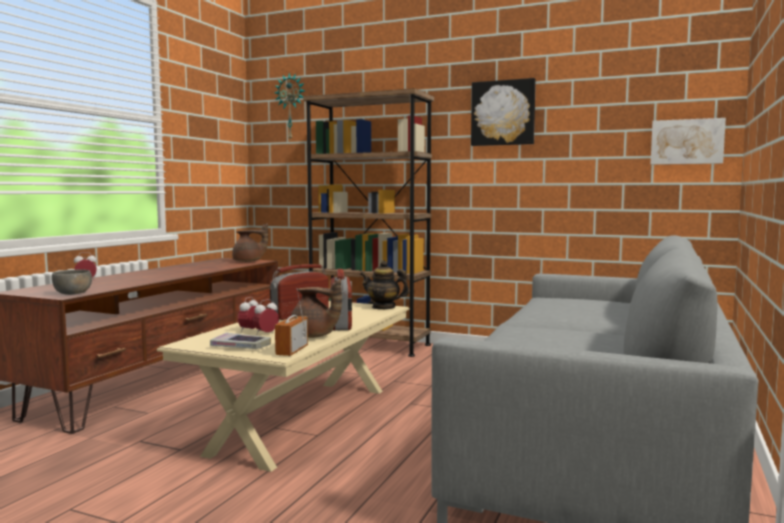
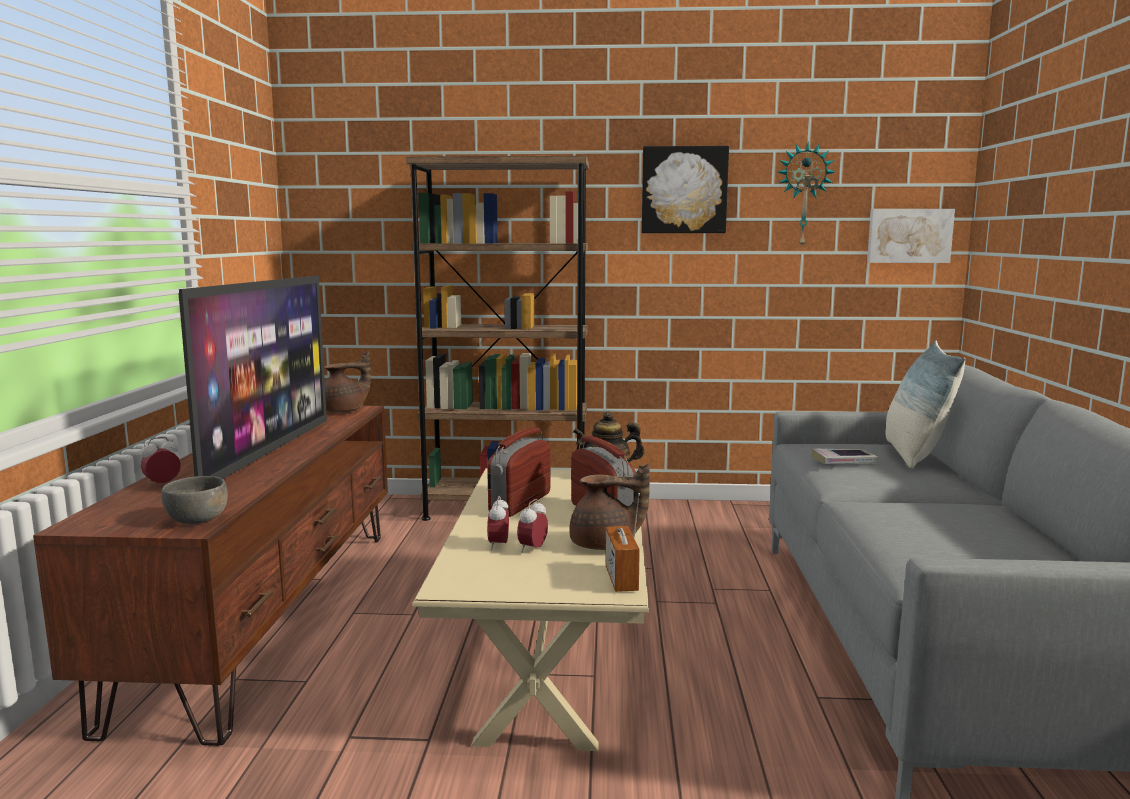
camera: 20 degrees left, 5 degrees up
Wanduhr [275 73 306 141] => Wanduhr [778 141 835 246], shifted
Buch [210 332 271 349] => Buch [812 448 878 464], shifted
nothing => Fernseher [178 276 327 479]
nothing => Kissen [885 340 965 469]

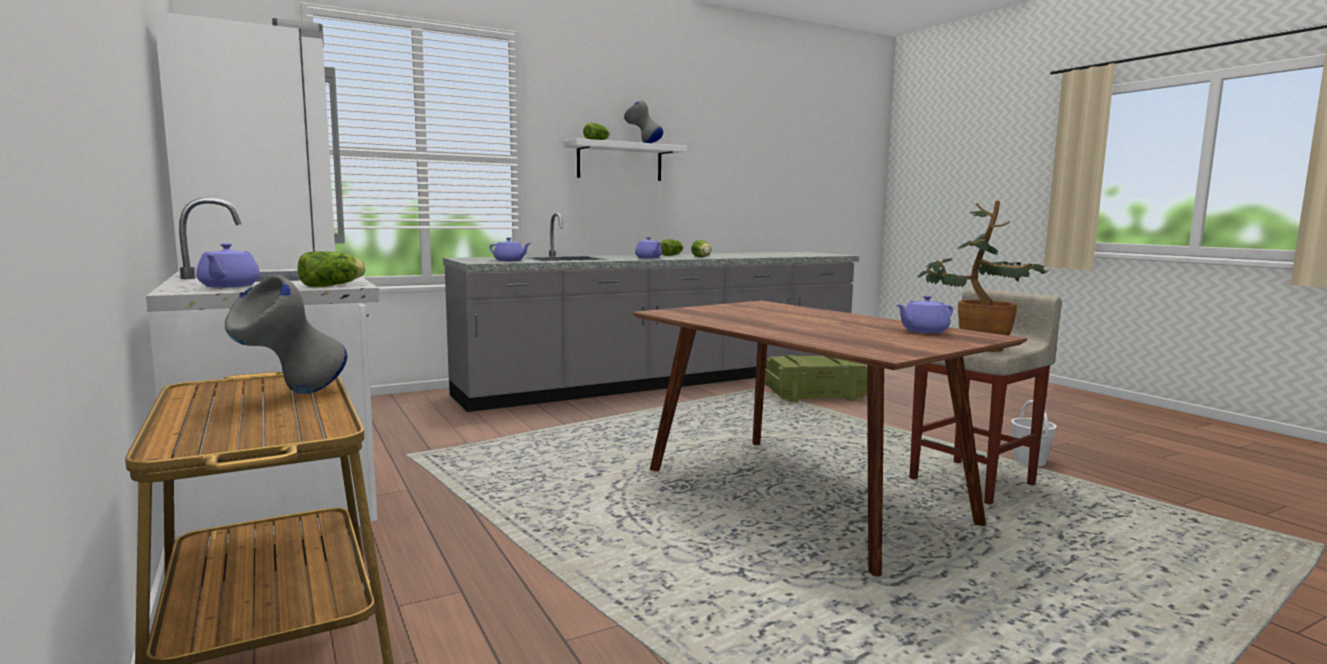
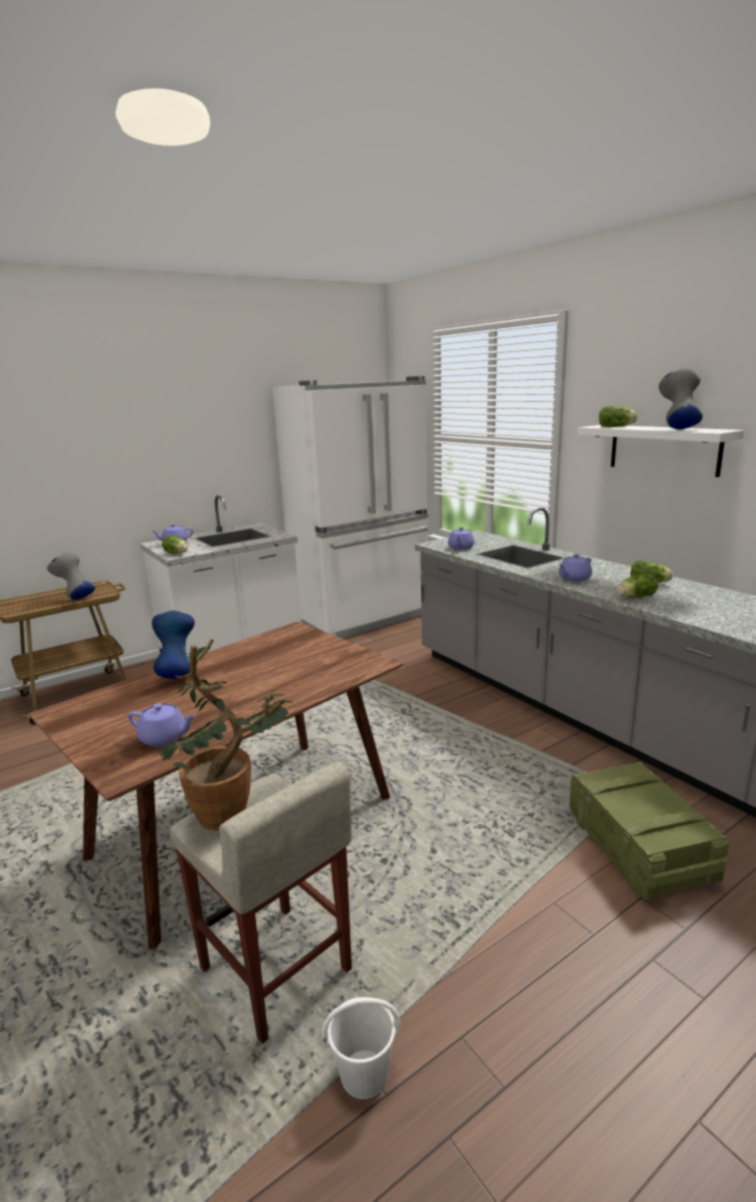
camera: 85 degrees right, 10 degrees up
Teekanne [lila] [897 295 953 333] => Teekanne [lila] [128 703 196 747], 135 degrees clockwise
nothing => Vase [blau] [152 610 195 679]

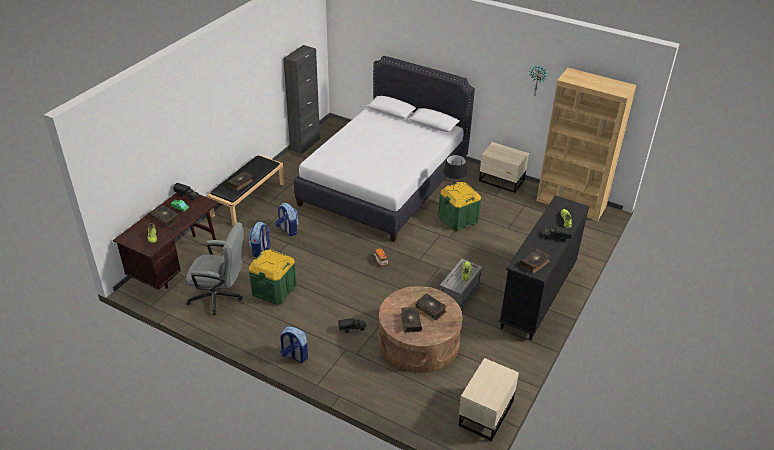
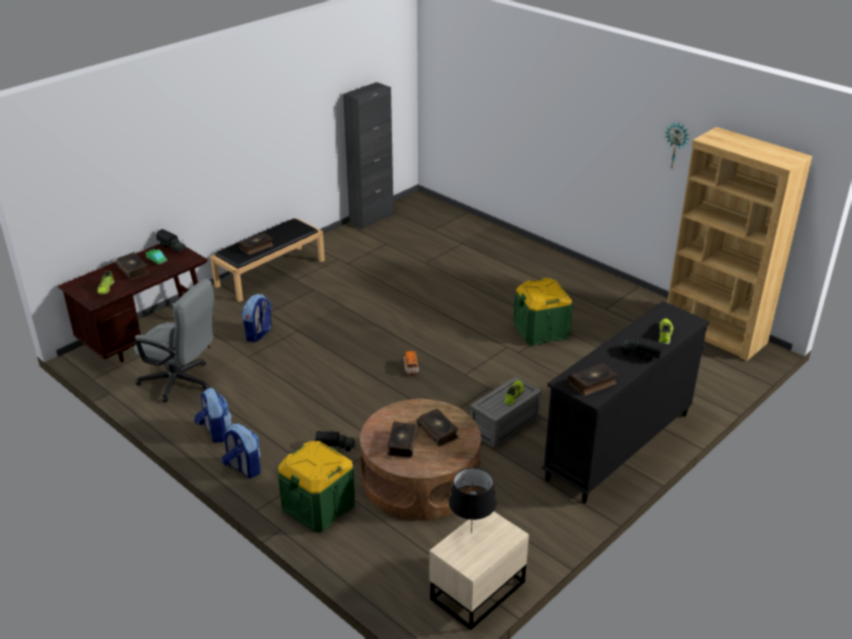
camera: 15 degrees right, 5 degrees down
Bett [weiß] [294 56 475 242] => nothing
Nachttisch [beige] [479 142 529 193] => nothing
Tischlampe [schwarz] [443 155 467 190] => Tischlampe [schwarz] [449 468 496 533], shifted
Rucksack [275 203 299 236] => Rucksack [194 388 232 443], shifted
Aufbewahrungsbox [grün] [249 249 297 305] => Aufbewahrungsbox [grün] [278 441 355 532], shifted

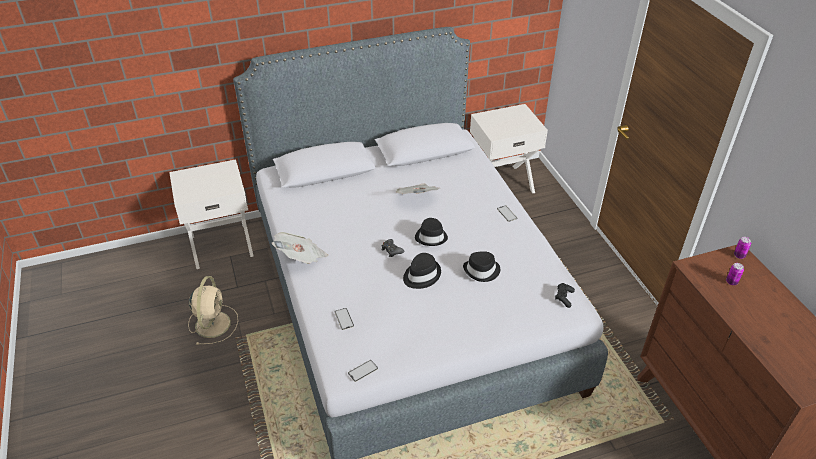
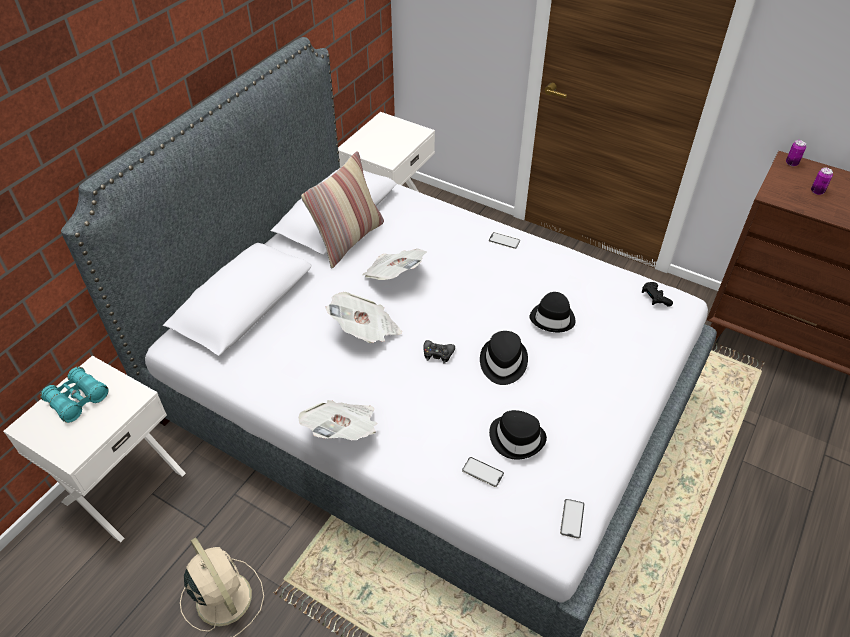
camera: 40 degrees left, 5 degrees up
Hut [schwarz] [415 218 448 246] => Hut [schwarz] [489 410 547 460], shifted
nothing => Kissen [301 151 384 268]
nothing => Zeitung [325 292 402 343]
nothing => Fernglas [türkis] [40 367 109 423]

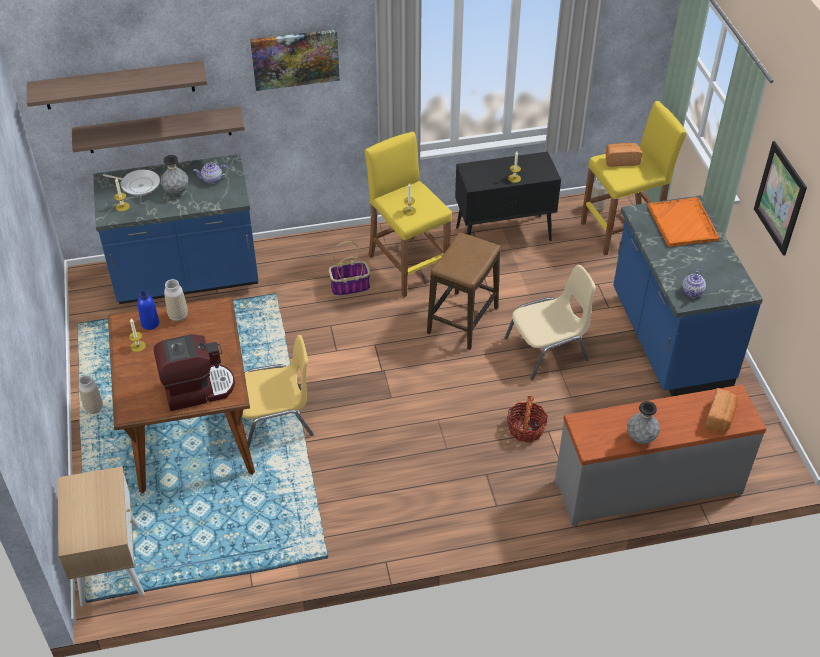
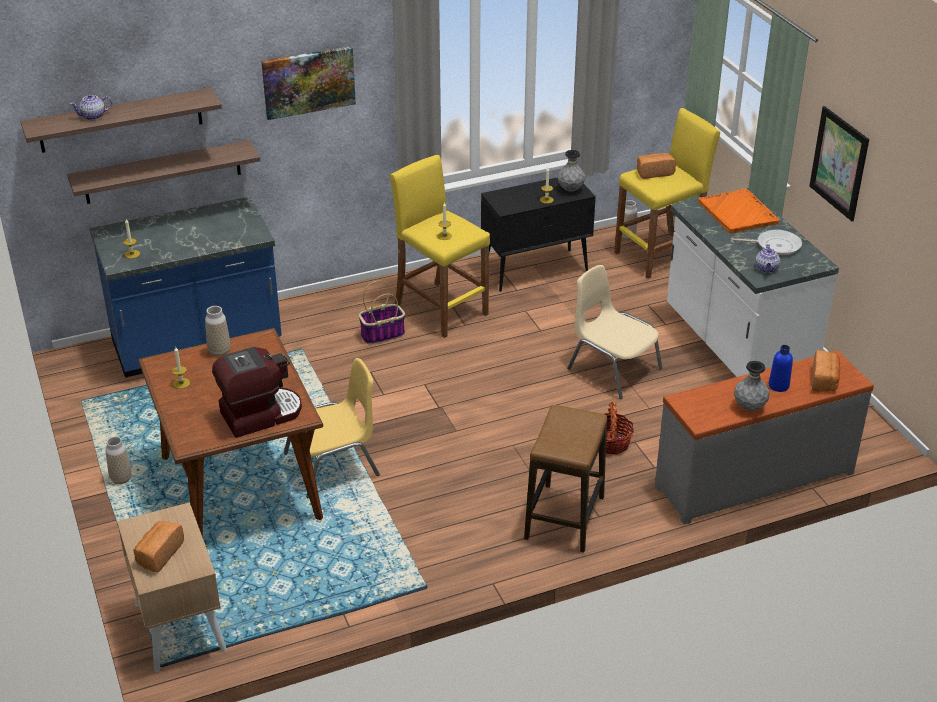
camera: 10 degrees left, 10 degrees down
Vase [grau] [161 155 189 195] => Vase [grau] [558 150 585 192], shifted
Teekanne [193 163 229 184] => Teekanne [70 94 112 120], shifted
Pfanne [103 170 160 196] => Pfanne [732 230 802 255], shifted
Küchenzeile [blau] [613 195 763 396] => Küchenzeile [weiß] [667 188 839 377]
Hocker [427 232 500 350] => Hocker [524 405 608 553], shifted
Stuhl [beige] [504 265 596 380] => Stuhl [beige] [567 265 662 399], 105 degrees counterclockwise
Flasche [blau] [137 291 159 330] => Flasche [blau] [769 345 793 392], shifted
nothing => Brot [133 521 184 573]

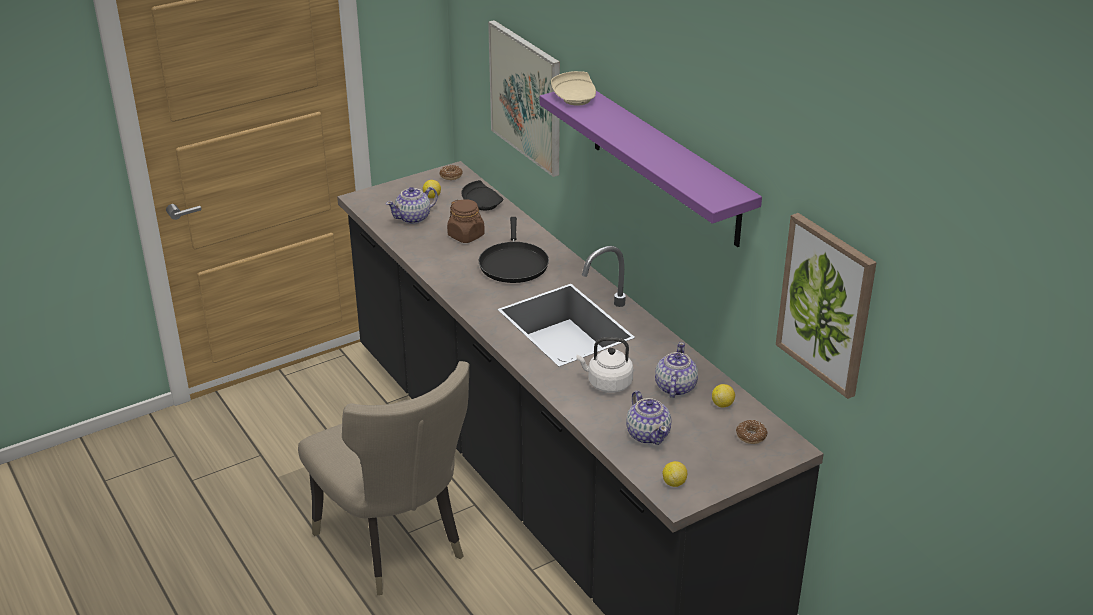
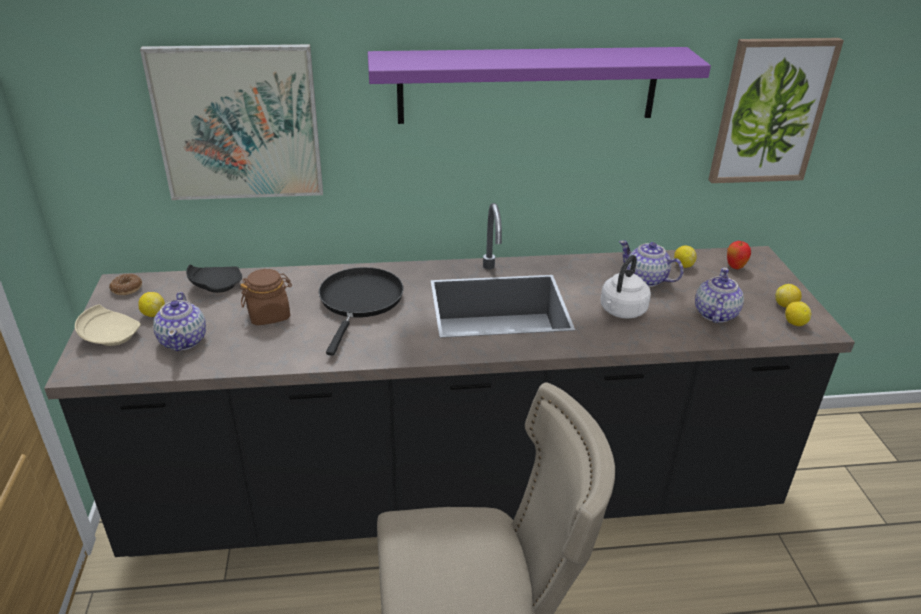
camera: 65 degrees left, 0 degrees up
Teller [beige] [551 71 596 106] => Teller [beige] [75 304 141 346], shifted
Pfanne [schwarz] [478 217 549 283] => Pfanne [schwarz] [319 267 404 356], 105 degrees counterclockwise
Teekanne [626 391 672 445] => Teekanne [695 268 744 323], 75 degrees counterclockwise
Donut [736 420 768 444] => Apfel [727 241 751 269]
nothing => Zitrone [775 284 802 307]

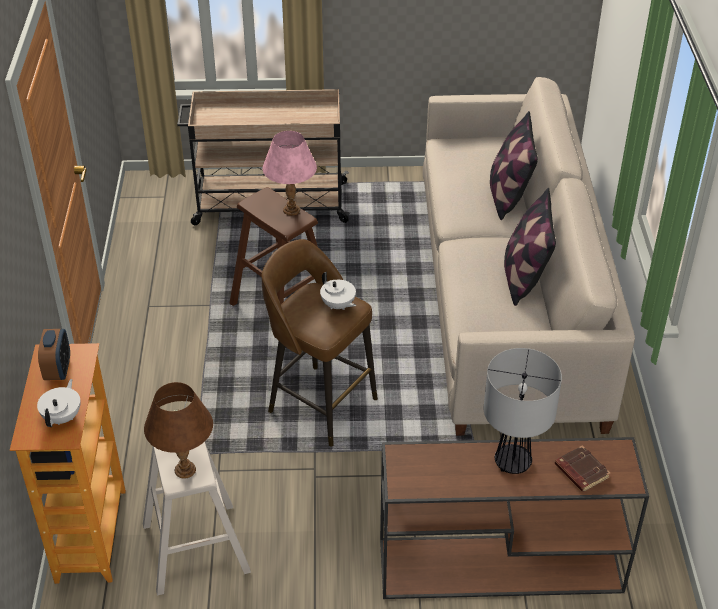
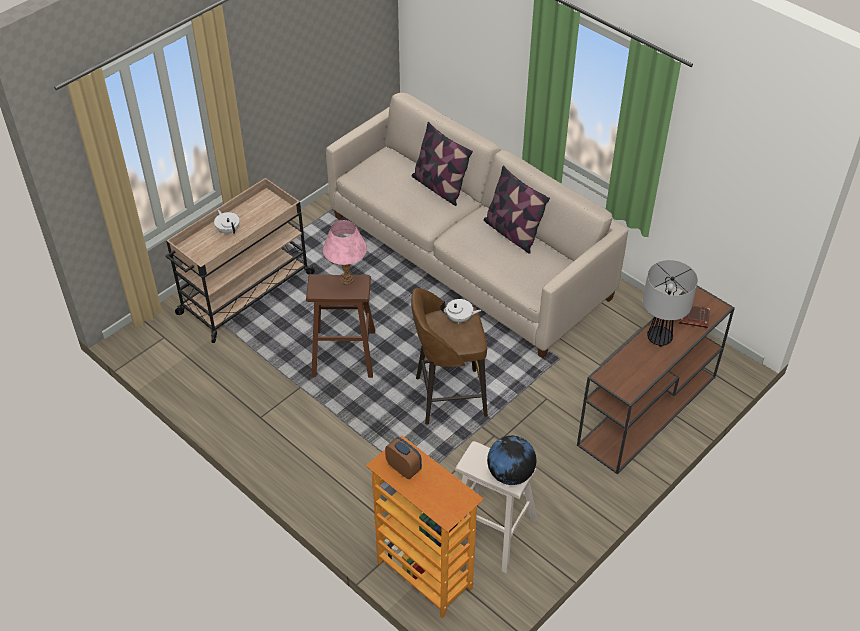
camera: 45 degrees left, 5 degrees up
Teekanne [weiß] [37 379 81 427] => Teekanne [weiß] [214 210 240 234], shifted
Tischlampe [braun] [144 382 213 479] => Globus [487 436 536 485]

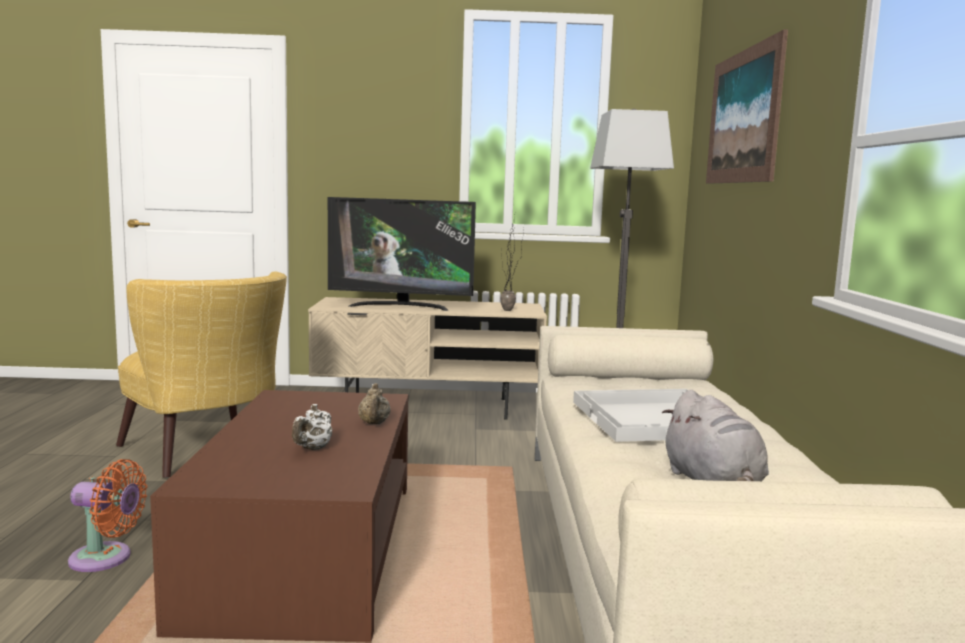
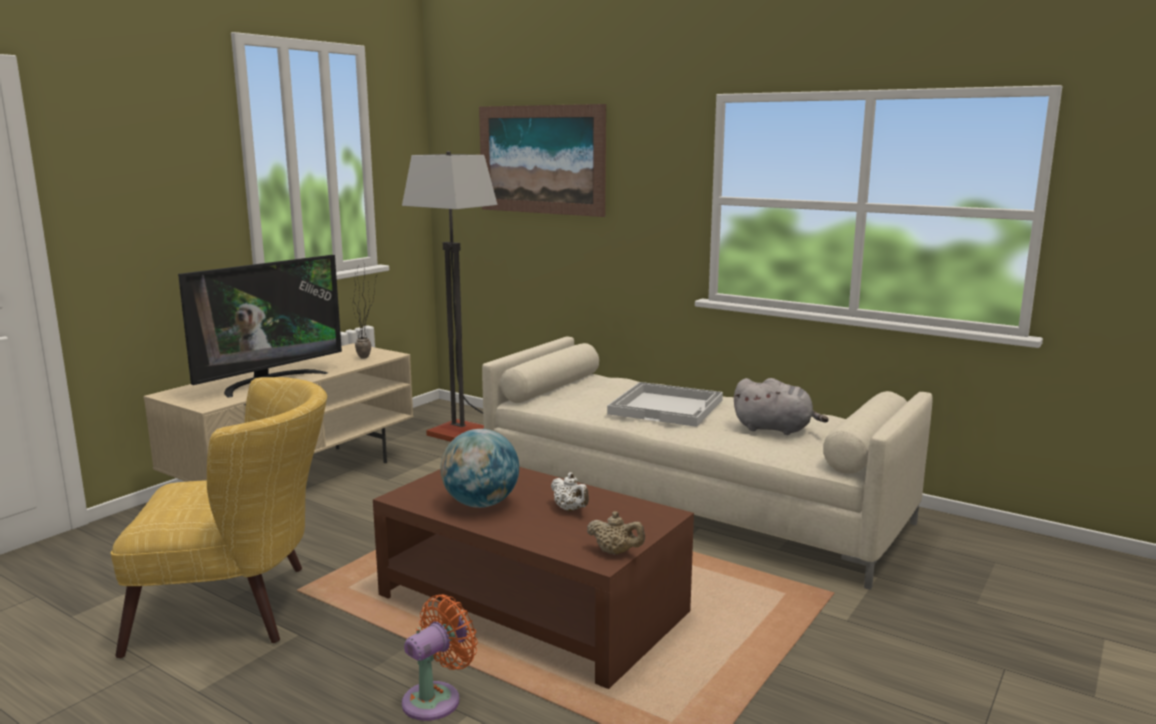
camera: 55 degrees left, 5 degrees up
Teekanne [beige] [358 383 391 424] => Teekanne [beige] [587 511 645 555], shifted
nothing => Globus [440 429 519 508]

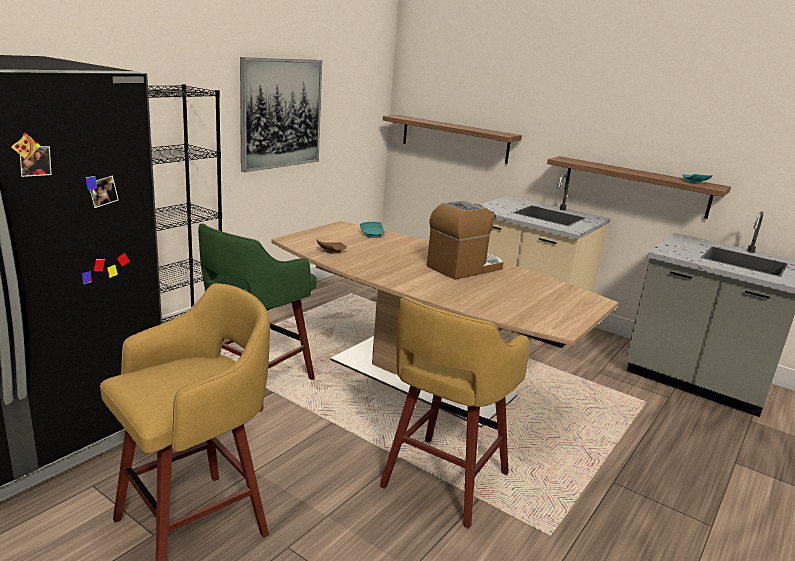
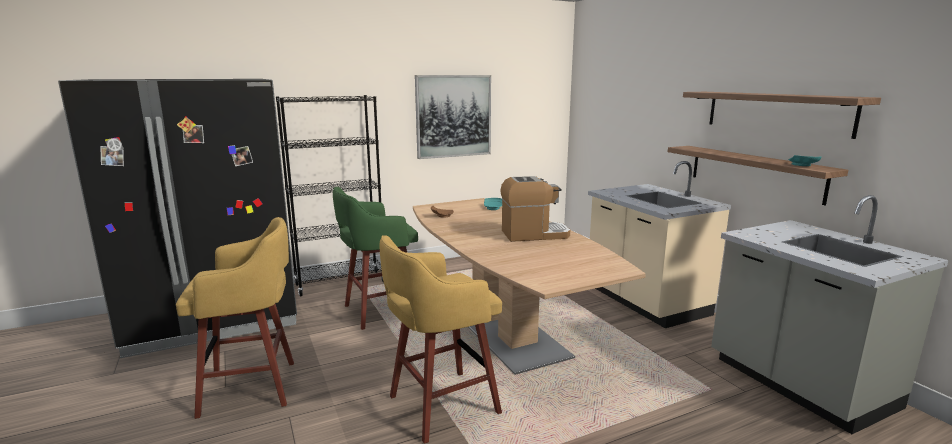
camera: 30 degrees right, 5 degrees down
Wandregal [383 115 522 164] => Wandregal [683 92 881 139], shifted

